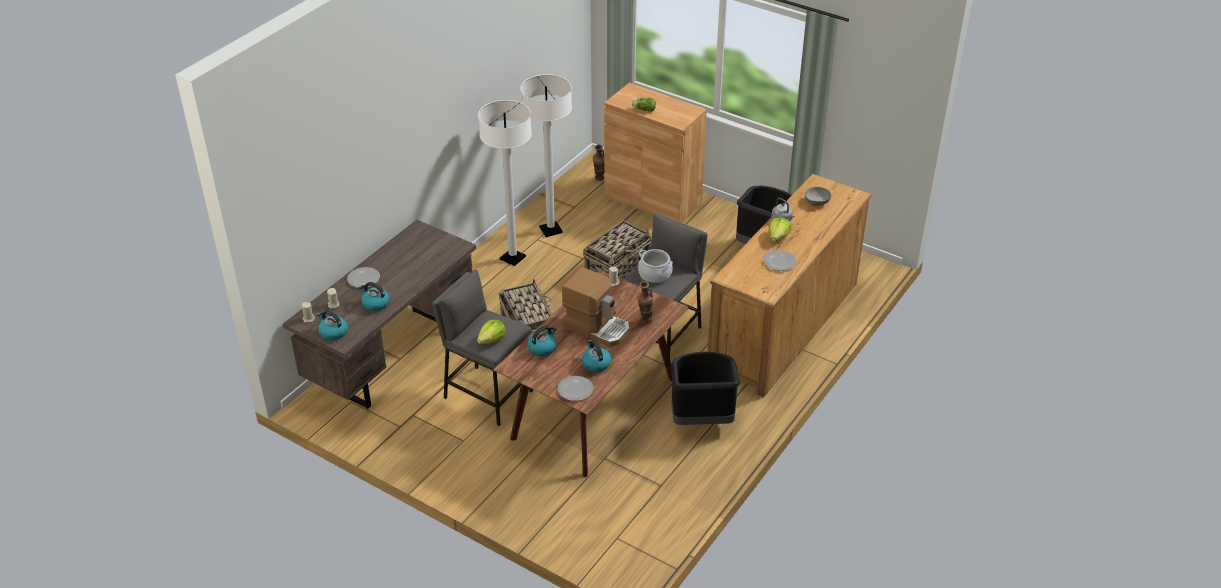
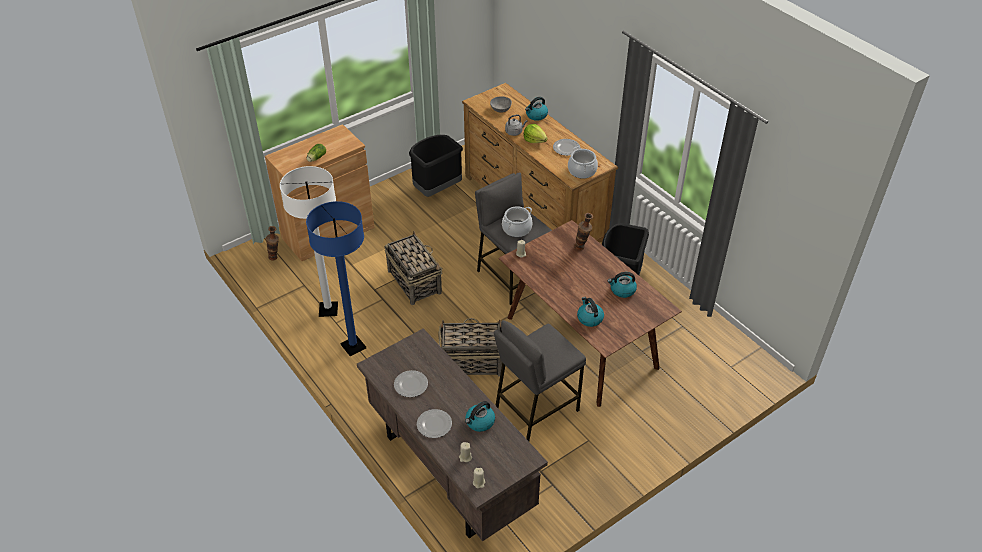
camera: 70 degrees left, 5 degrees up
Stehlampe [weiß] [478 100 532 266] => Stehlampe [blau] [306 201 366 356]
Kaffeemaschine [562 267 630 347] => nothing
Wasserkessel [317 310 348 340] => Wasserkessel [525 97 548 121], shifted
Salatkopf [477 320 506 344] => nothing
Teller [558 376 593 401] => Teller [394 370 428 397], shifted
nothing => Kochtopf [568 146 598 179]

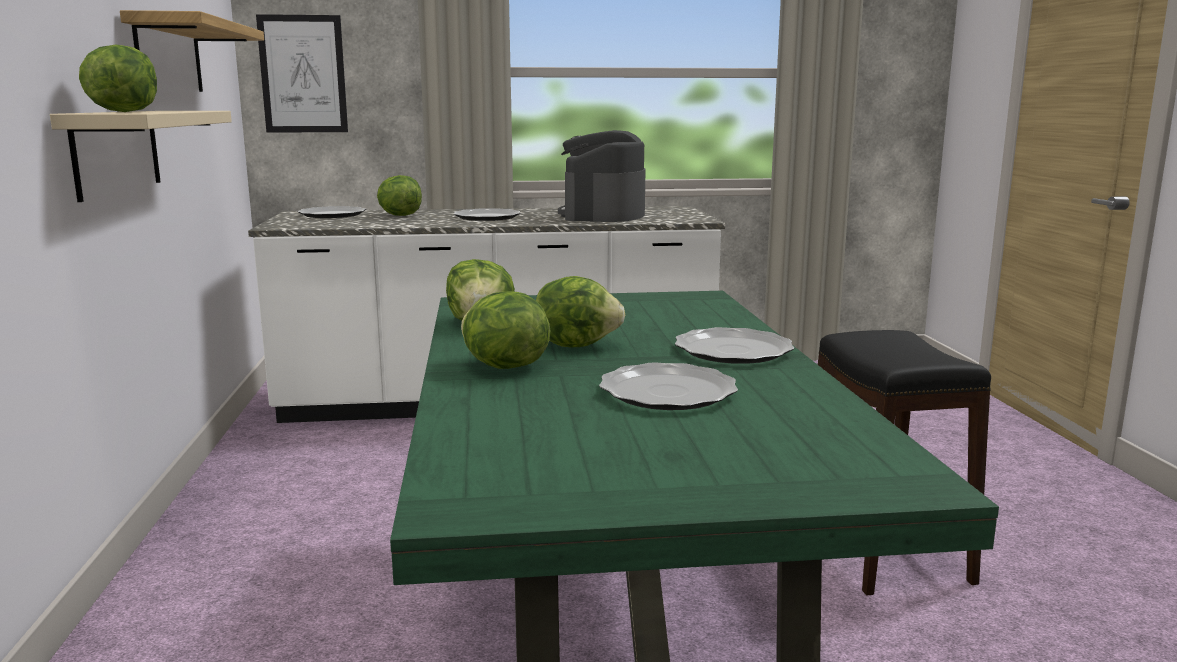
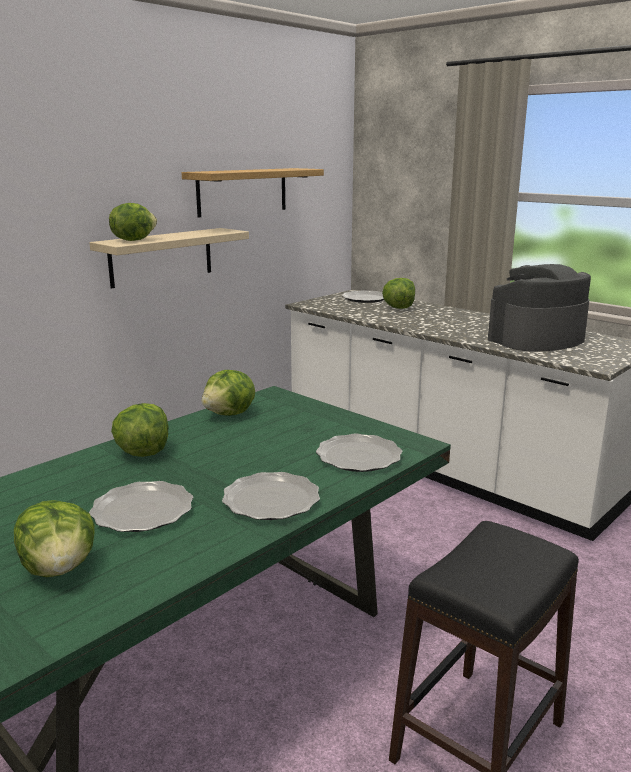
camera: 50 degrees right, 5 degrees up
Bild [256 14 348 132] => nothing
Teller [454 208 521 221] => Teller [316 434 403 472], shifted
Salatkopf [536 276 625 347] => Salatkopf [14 500 95 577], shifted

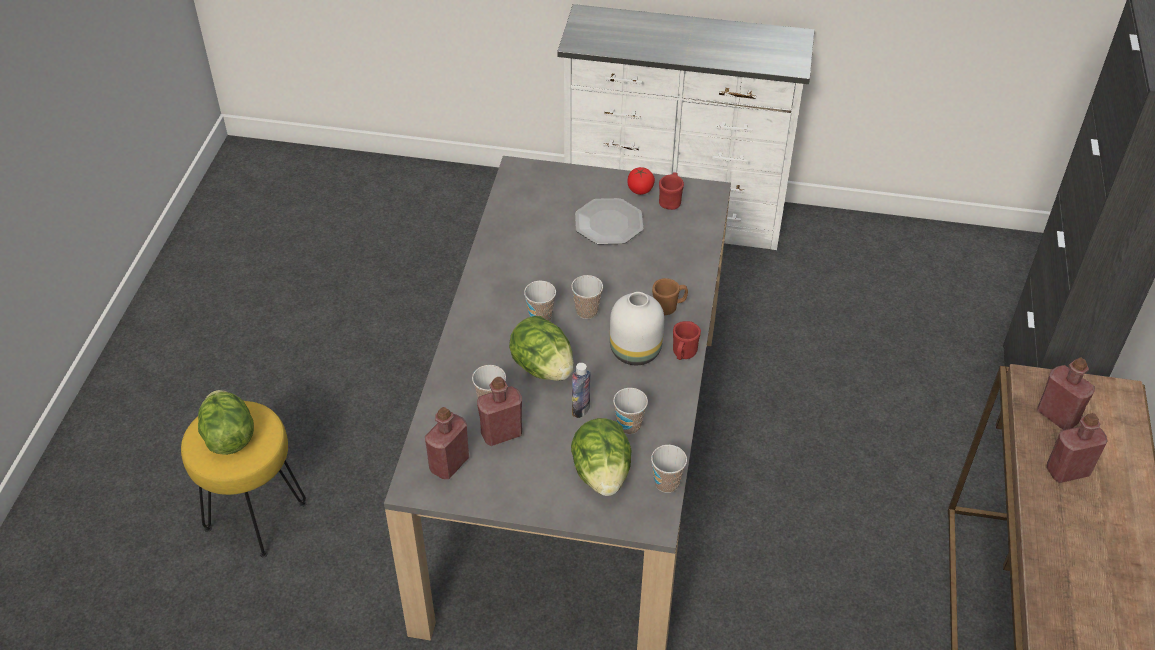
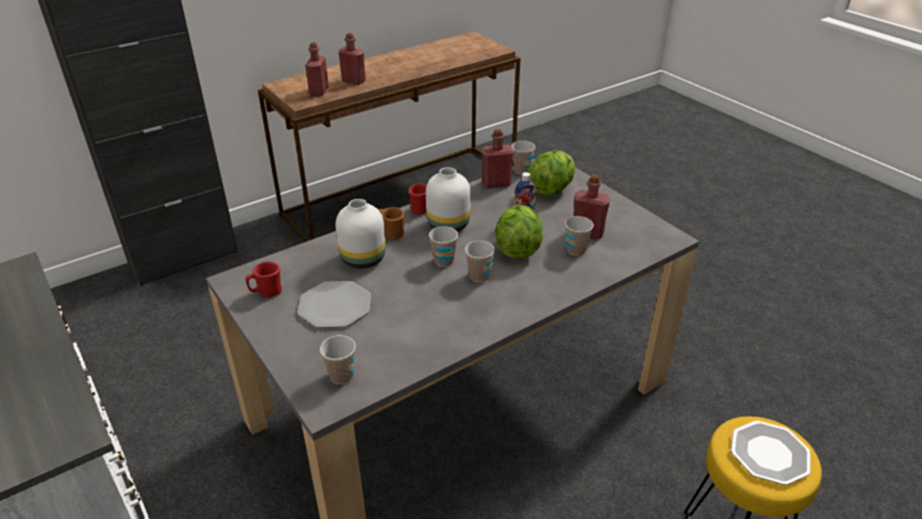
camera: 135 degrees left, 10 degrees down
Tomate [627 167 655 195] => nothing
Tasse [613 388 648 435] => Tasse [320 335 356 384], shifted
Salatkopf [198 390 254 455] => Teller [731 421 811 485]
Flasche [rot] [425 407 469 479] => Flasche [rot] [481 129 514 188], shifted
nothing => Vase [weiß] [336 199 386 269]

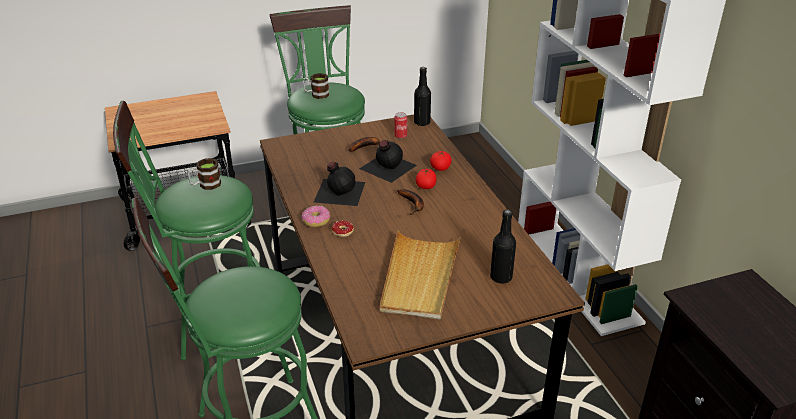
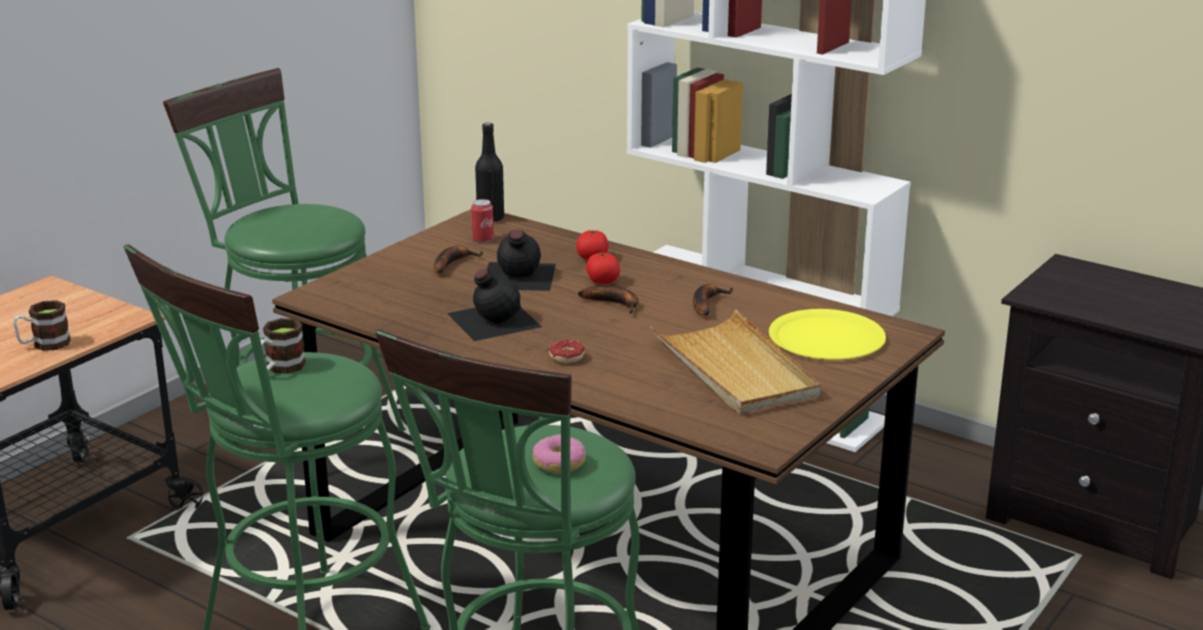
camera: 35 degrees left, 10 degrees down
Henkelbecher [303 73 329 99] => Henkelbecher [13 300 71 351], shifted
Donut [302 206 330 227] => Donut [533 435 586 474], shifted
Flasche [schwarz] [490 210 516 283] => Teller [gelb] [769 309 886 360]
nothing => Banane [693 284 733 316]

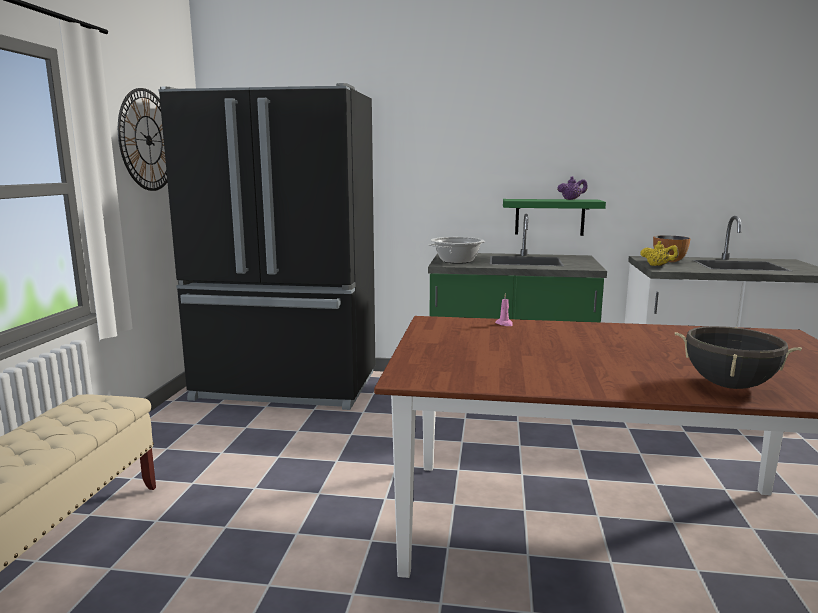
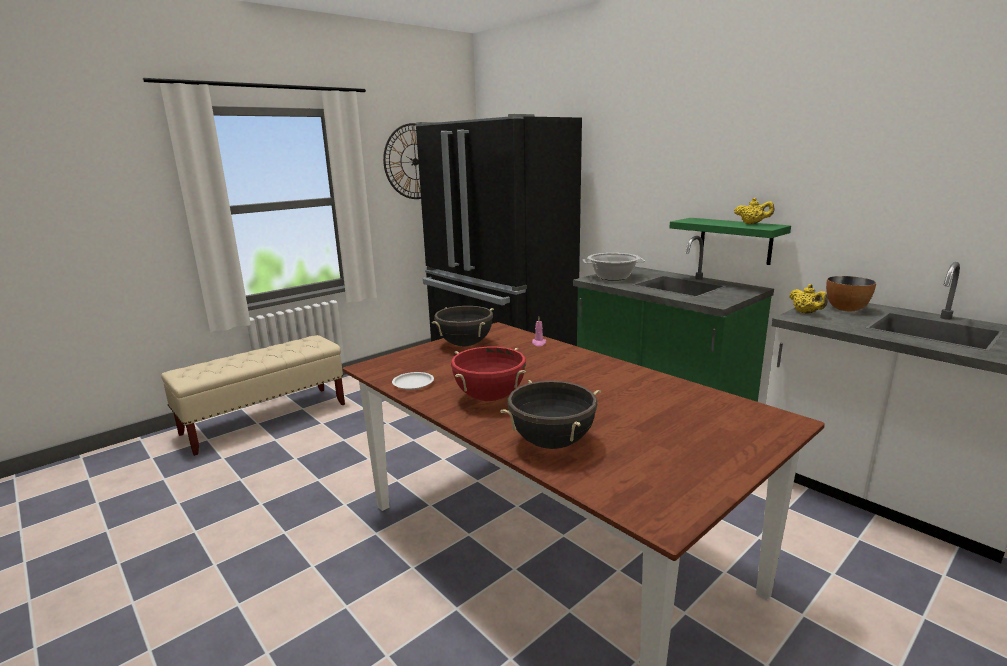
camera: 40 degrees right, 5 degrees up
Teekanne [lila] [557 176 588 200] => Teekanne [gelb] [734 198 774 224]
nothing => Kochtopf [schwarz] [431 306 494 346]
nothing => Kochtopf [rot] [451 347 526 401]
nothing => Teller [weiß] [392 372 434 390]

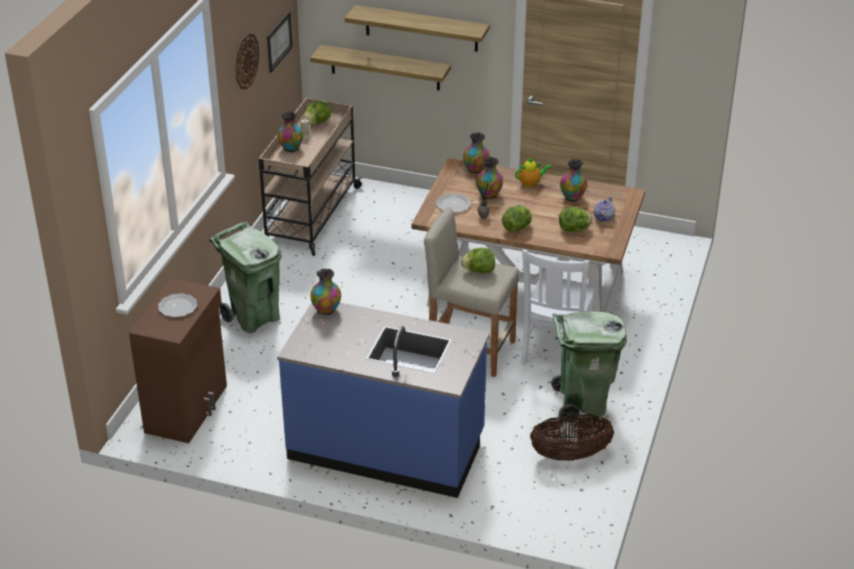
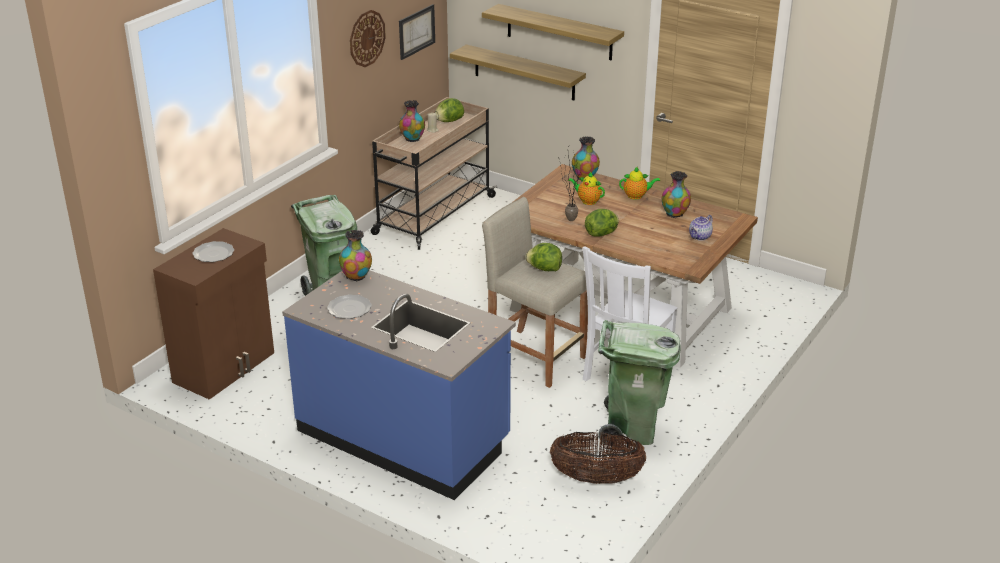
camera: 15 degrees right, 5 degrees down
Vase [476 157 503 199] => Teekanne [568 172 605 205]
Teller [436 193 471 213] => Teller [327 294 372 319], shifted
Salatkopf [559 207 592 232] => nothing

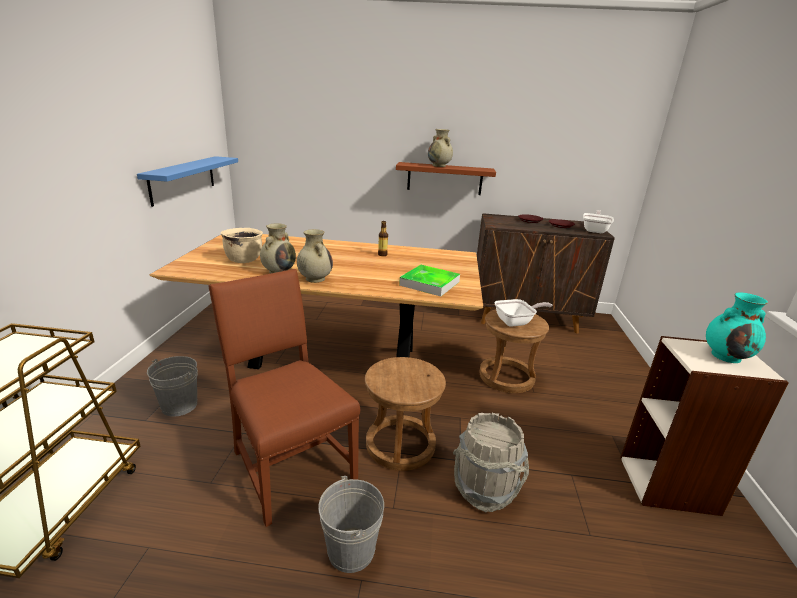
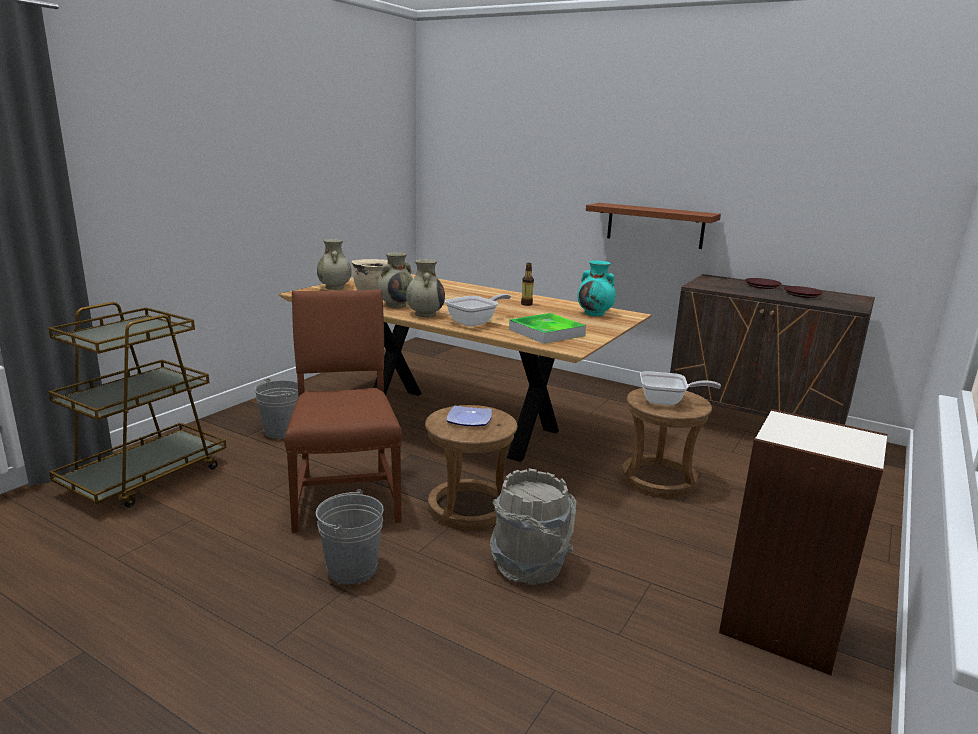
camera: 25 degrees right, 5 degrees down
Vase [beige] [428 129 453 167] => Vase [beige] [317 239 352 290], shifted
Wandregal [blau] [137 156 238 207] => nothing
Pfanne [583 210 614 233] => Pfanne [445 294 511 327], shifted
Vase [türkis] [706 292 768 363] => Vase [türkis] [578 260 616 316], shifted
nothing => Teller [446 405 492 426]

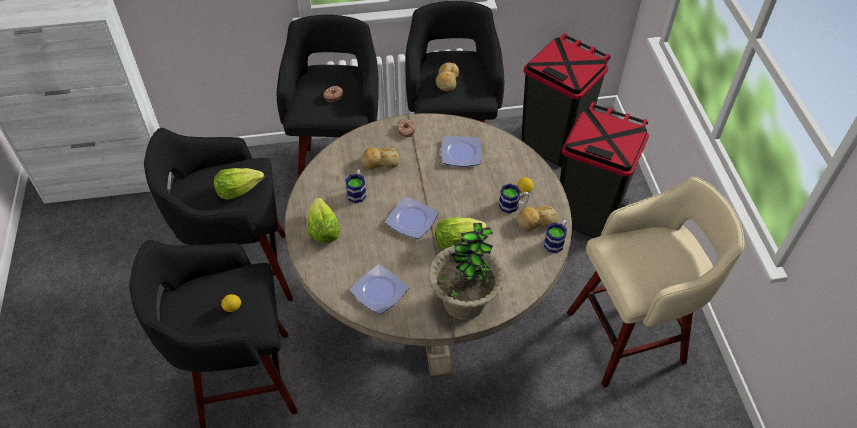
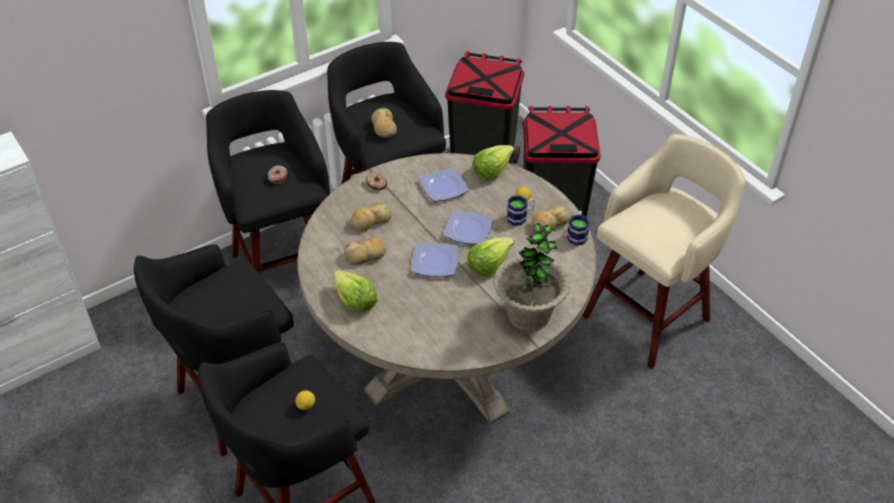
camera: 25 degrees left, 5 degrees down
Salatkopf [214 168 264 200] => Salatkopf [472 145 514 180], shifted
Henkelbecher [345 169 366 203] => Brot [344 237 387 265]
Teller [350 265 409 314] => Teller [444 209 493 245], shifted

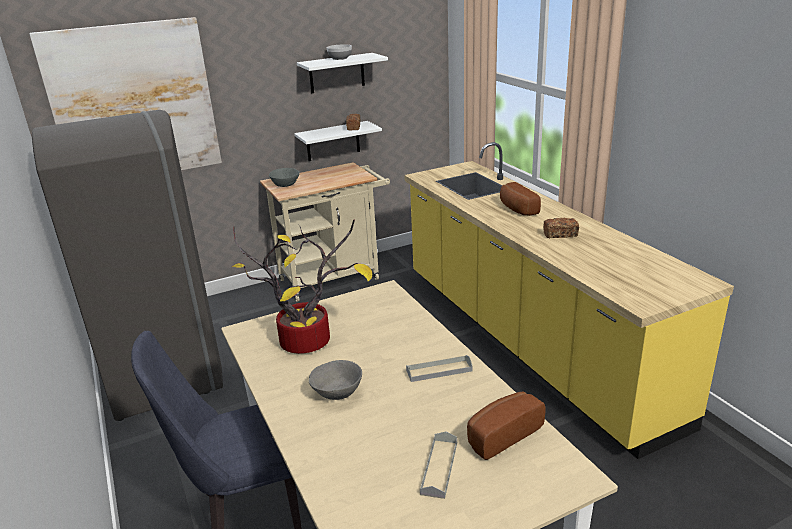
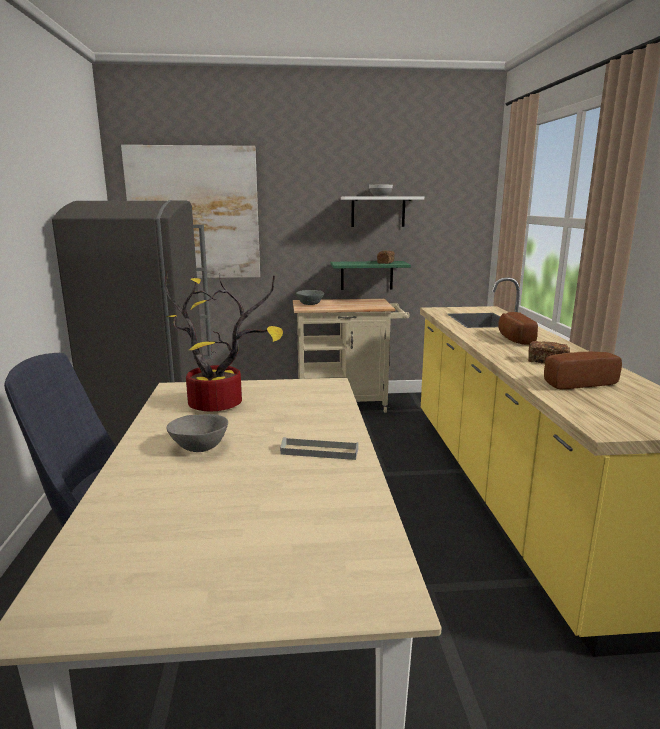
camera: 20 degrees right, 10 degrees down
Wandregal [weiß] [294 121 382 161] => Wandregal [grün] [331 261 411 290]
Brot [467 392 546 460] => Brot [544 352 622 389], shifted
Tablett [grau] [420 431 457 499] => nothing

